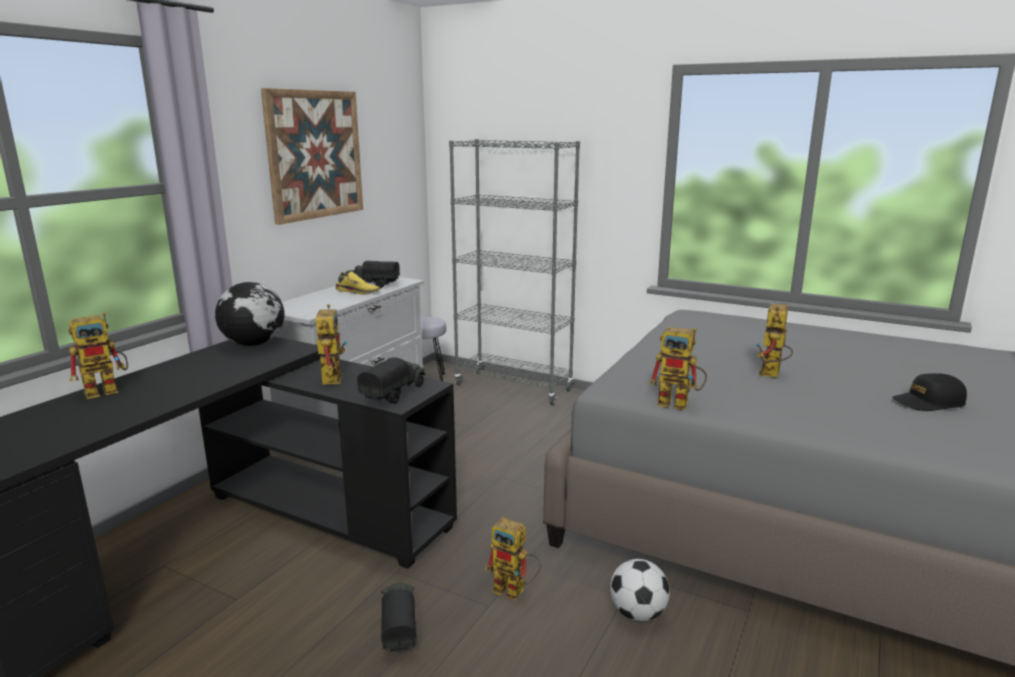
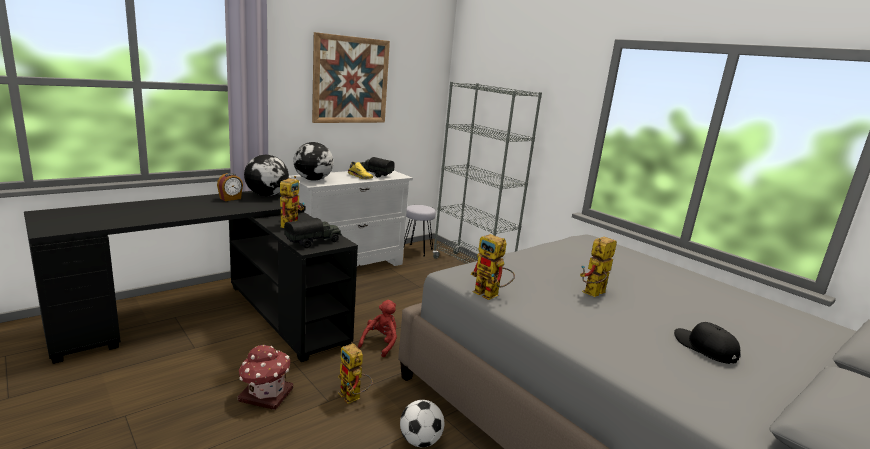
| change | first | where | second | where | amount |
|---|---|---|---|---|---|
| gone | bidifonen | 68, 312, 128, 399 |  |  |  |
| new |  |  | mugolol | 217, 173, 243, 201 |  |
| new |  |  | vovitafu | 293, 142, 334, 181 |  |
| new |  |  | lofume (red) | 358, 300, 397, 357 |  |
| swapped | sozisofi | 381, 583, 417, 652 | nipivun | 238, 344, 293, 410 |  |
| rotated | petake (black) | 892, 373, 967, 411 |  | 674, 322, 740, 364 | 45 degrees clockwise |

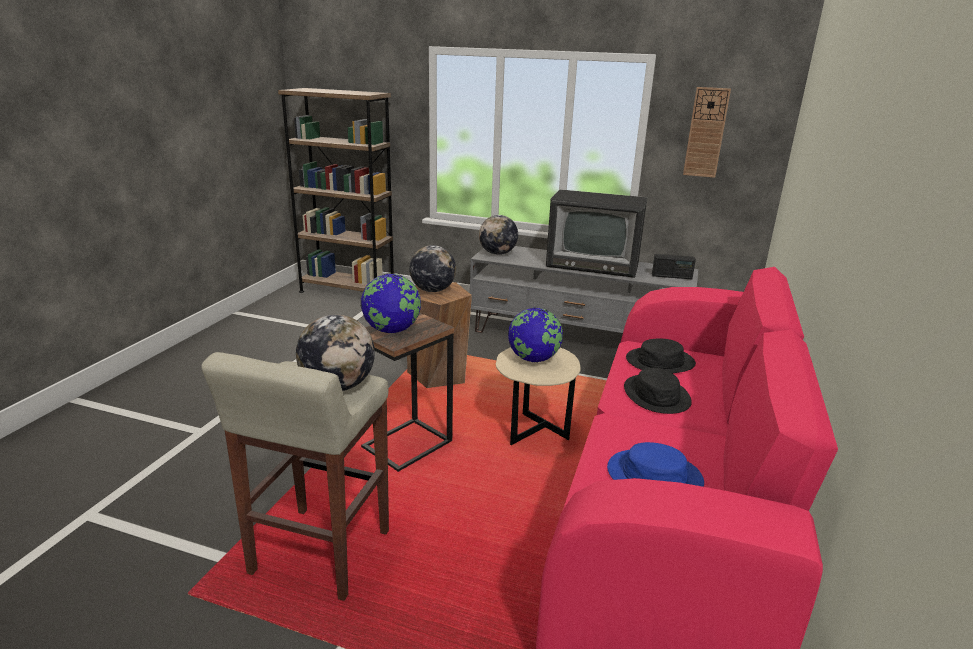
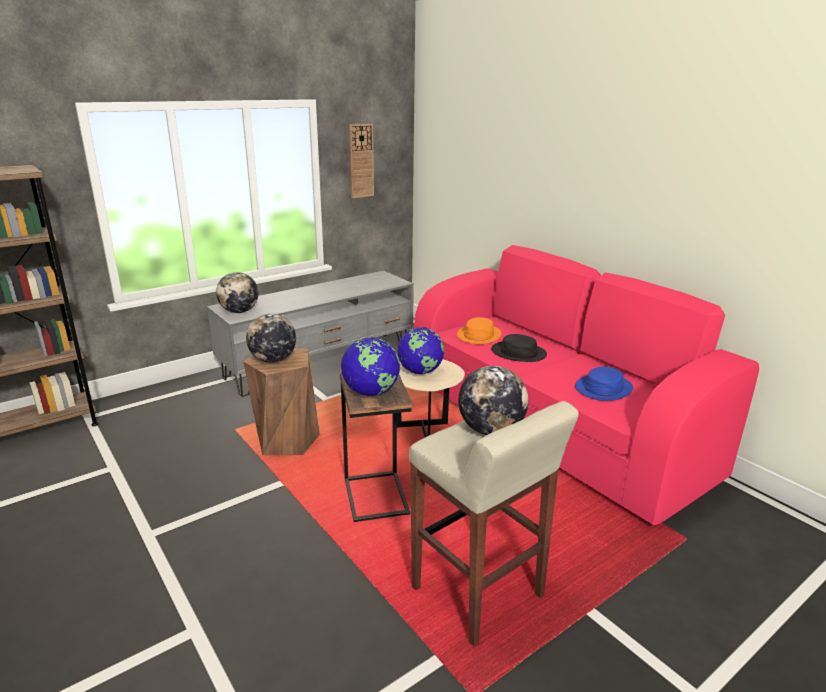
| change | first | where | second | where | amount |
|---|---|---|---|---|---|
| gone | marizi | 546, 189, 648, 278 |  |  |  |
| gone | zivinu | 652, 254, 696, 279 |  |  |  |
| repainted | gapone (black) | 626, 338, 696, 373 | gapone (orange) | 457, 317, 501, 344 |  |

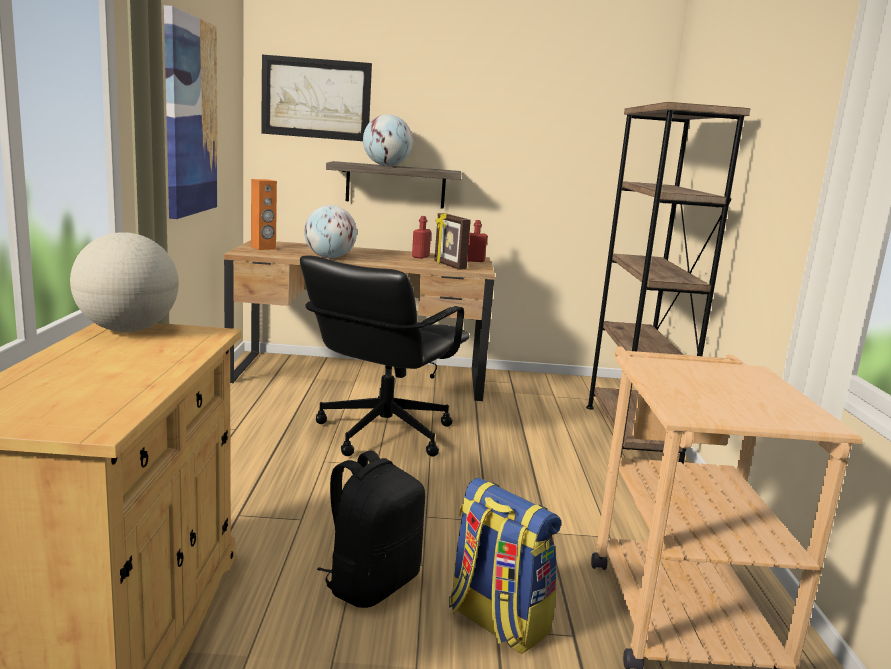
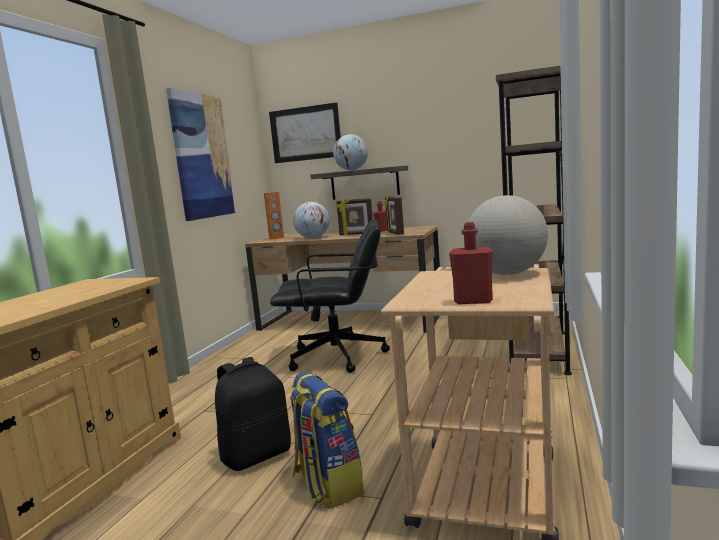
| change | first | where | second | where | amount |
|---|---|---|---|---|---|
| new |  |  | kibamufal | 336, 198, 373, 235 |  |
| shifted | vovitafu | 70, 232, 179, 332 |  | 468, 195, 548, 275 |  |
| shifted | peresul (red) | 467, 220, 488, 262 |  | 449, 222, 493, 304 |  |
| rotated | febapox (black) | 300, 256, 470, 457 |  | 270, 219, 390, 373 | 135 degrees counterclockwise |

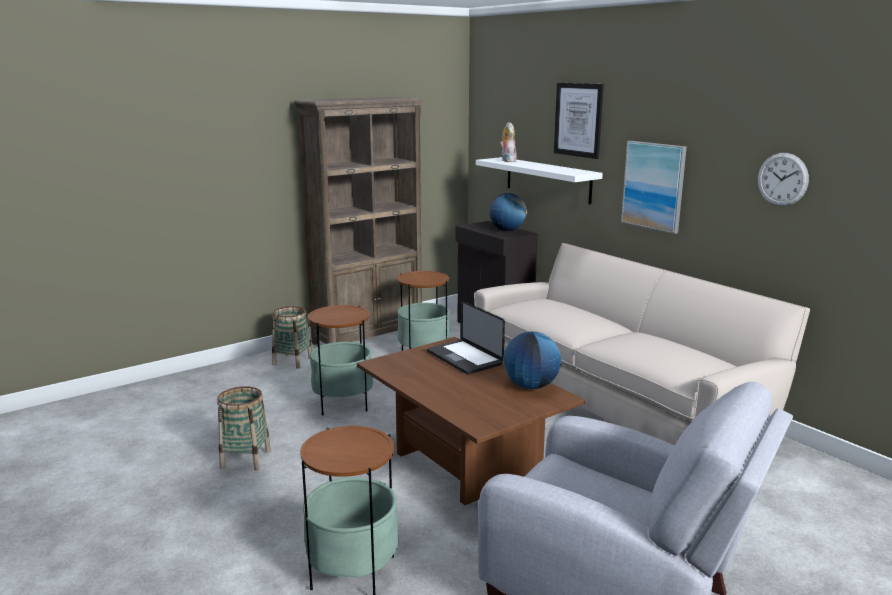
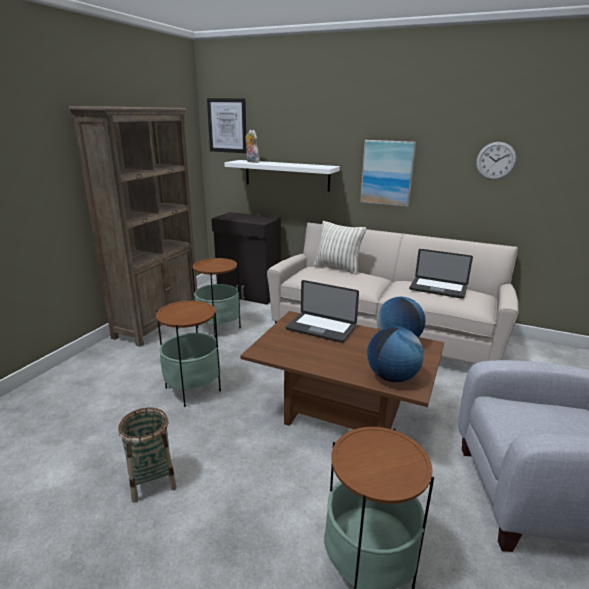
| change | first | where | second | where | amount |
|---|---|---|---|---|---|
| gone | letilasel | 272, 306, 312, 369 |  |  |  |
| new |  |  | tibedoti | 314, 221, 366, 275 |  |
| new |  |  | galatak | 409, 249, 473, 299 |  |
| shifted | vovitafu | 489, 193, 528, 231 |  | 367, 326, 424, 382 |  |
| shifted | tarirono | 554, 83, 604, 159 |  | 207, 98, 246, 153 |  |

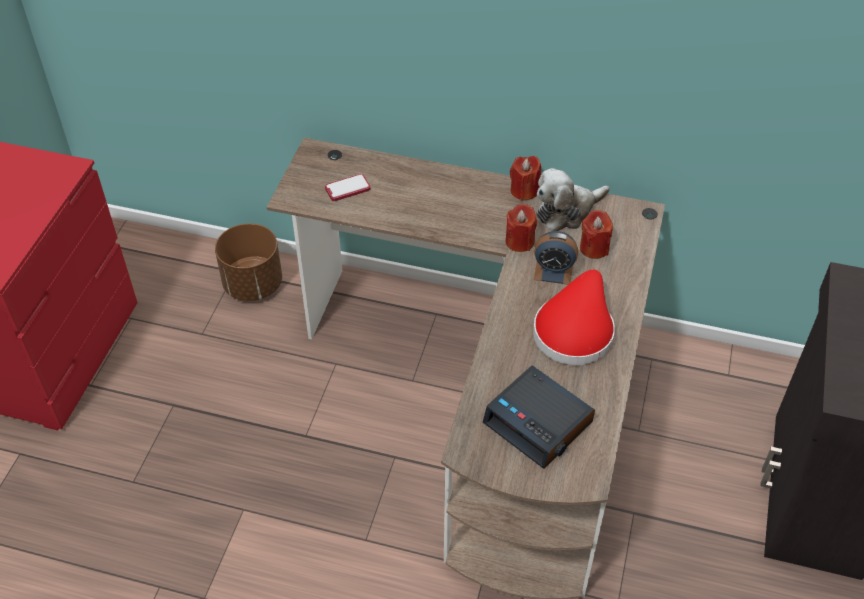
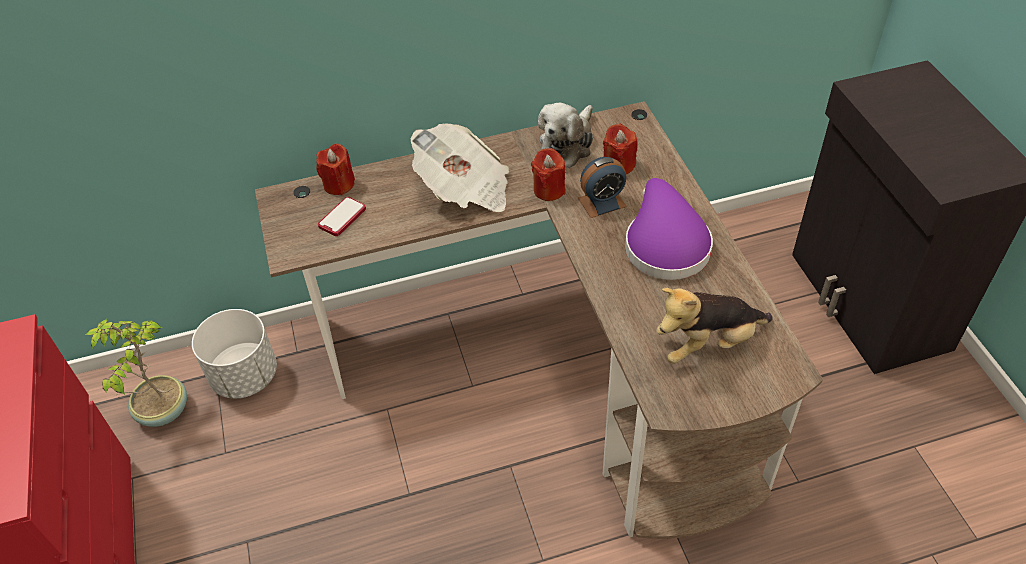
| change | first | where | second | where | amount |
|---|---|---|---|---|---|
| new |  |  | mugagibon | 85, 318, 187, 427 |  |
| new |  |  | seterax | 411, 124, 509, 212 |  |
| shifted | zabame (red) | 510, 156, 541, 201 |  | 316, 144, 355, 195 |  |
| swapped | mugolol | 483, 365, 595, 469 | lofume | 656, 288, 773, 364 |  |
| repainted | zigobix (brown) | 215, 223, 282, 301 | zigobix (white) | 192, 309, 277, 399 |  |
| repainted | gapone (red) | 533, 269, 615, 365 | gapone (purple) | 625, 178, 713, 280 |  |

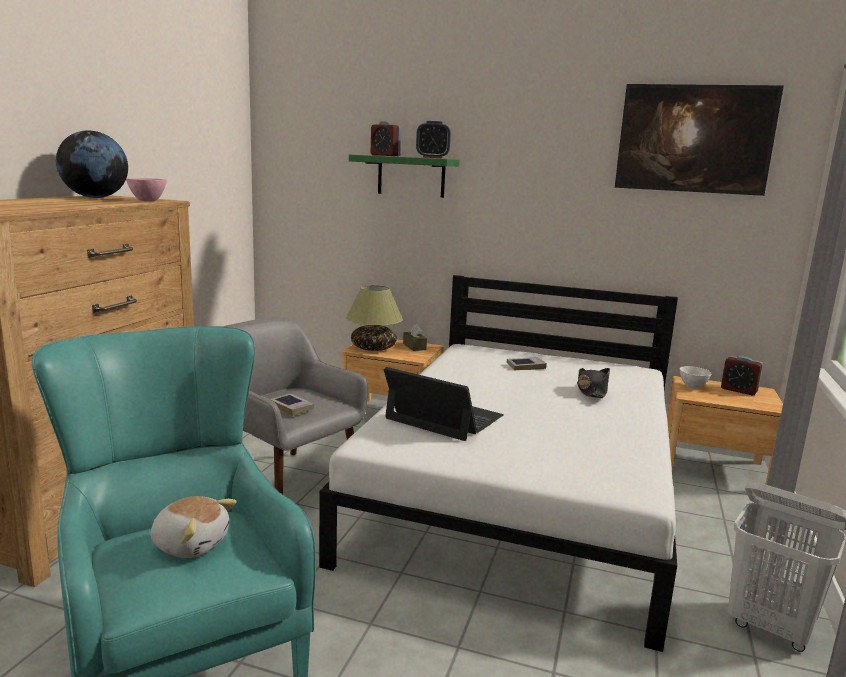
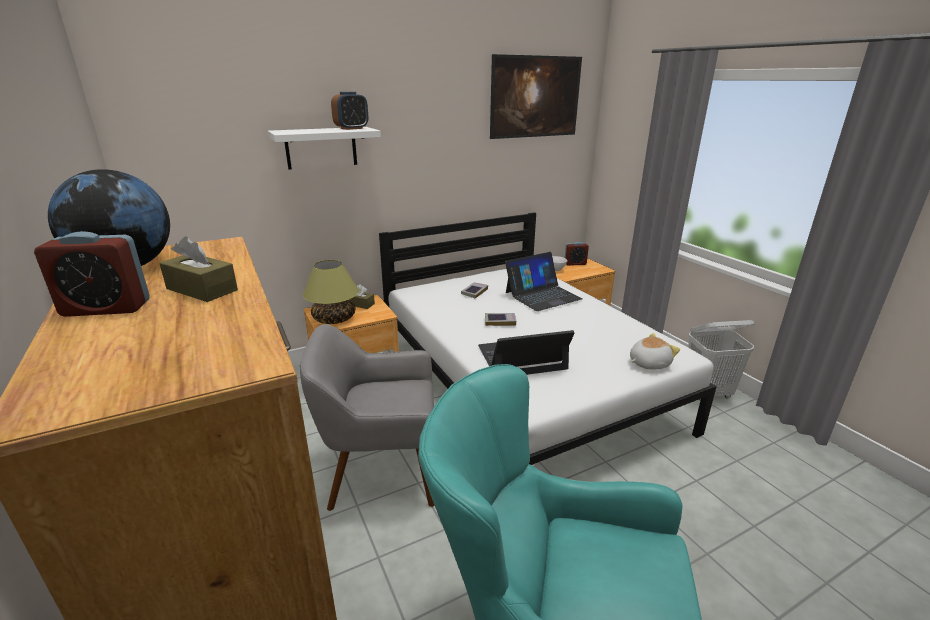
| change | first | where | second | where | amount |
|---|---|---|---|---|---|
| gone | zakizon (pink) | 126, 178, 167, 201 |  |  |  |
| new |  |  | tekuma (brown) | 159, 236, 238, 302 |  |
| shifted | lofume | 151, 496, 237, 558 |  | 630, 333, 680, 369 |  |
| shifted | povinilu | 270, 393, 314, 416 |  | 485, 313, 516, 326 |  |
| shifted | mugolol | 371, 121, 402, 156 |  | 34, 231, 150, 317 |  |
| swapped | gapone (black) | 577, 368, 610, 398 | galatak | 505, 252, 583, 311 |  |
| repainted | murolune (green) | 349, 155, 459, 198 | murolune (white) | 268, 127, 381, 170 |  |

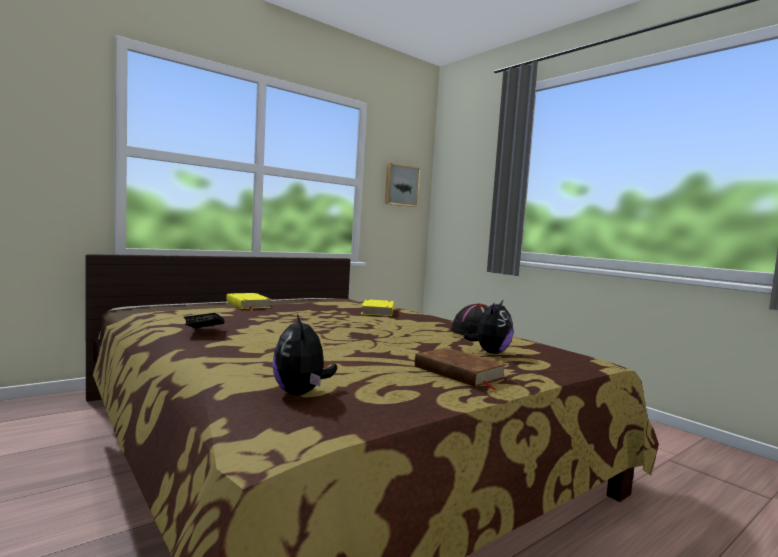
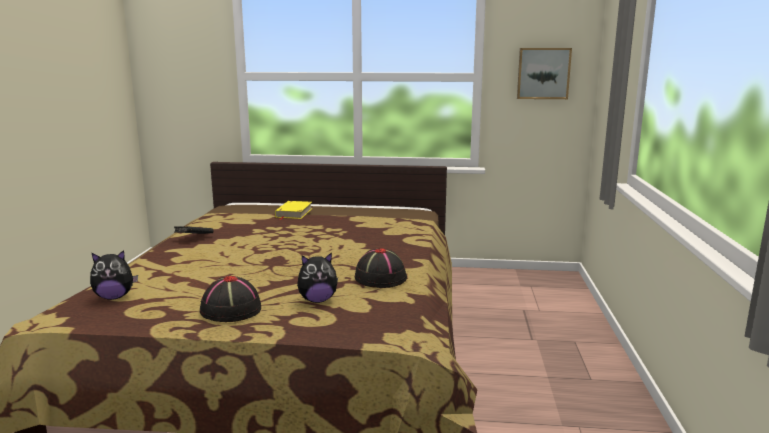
| change | first | where | second | where | amount |
|---|---|---|---|---|---|
| gone | povinilu (yellow) | 361, 299, 394, 316 |  |  |  |
| swapped | povinilu (brown) | 415, 348, 507, 389 | gapone (black) | 200, 276, 261, 322 |  |
| rotated | lofume | 272, 314, 337, 395 |  | 90, 250, 138, 300 | 135 degrees counterclockwise |

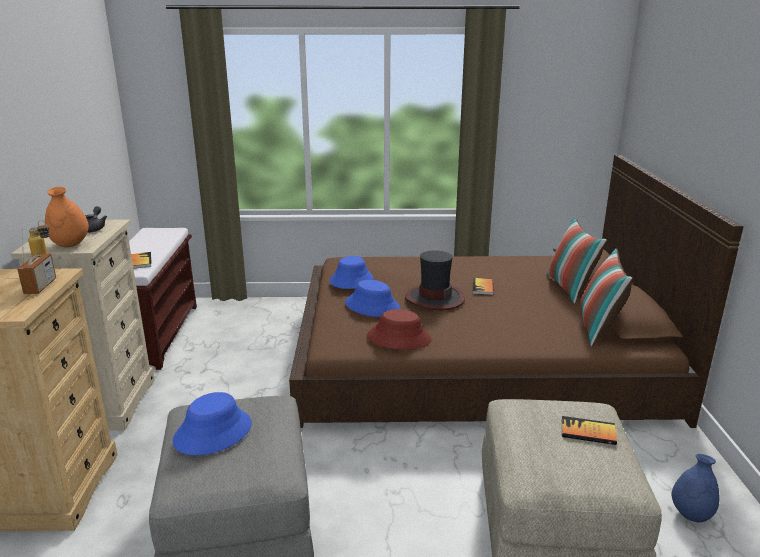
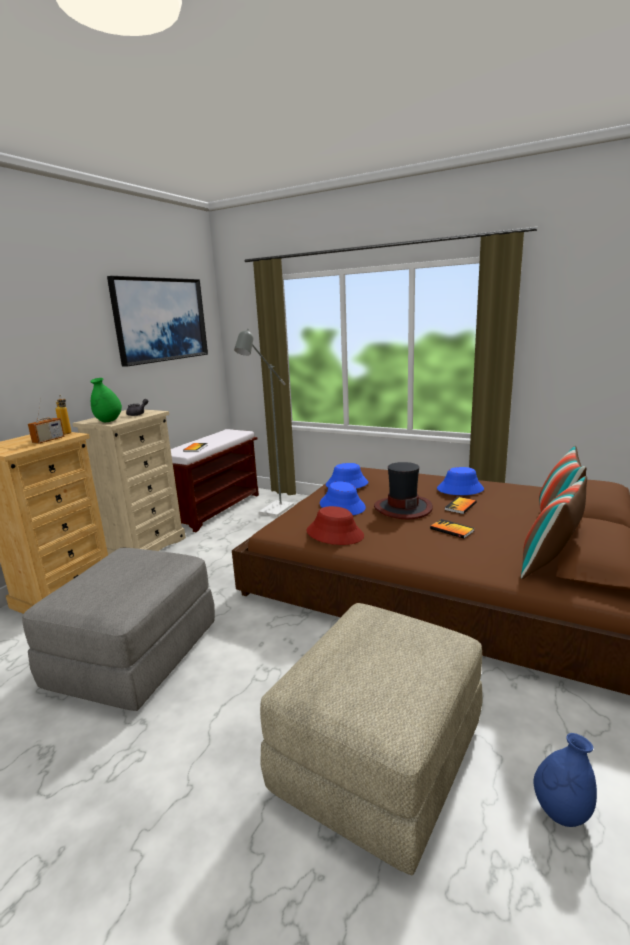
| change | first | where | second | where | amount |
|---|---|---|---|---|---|
| new |  |  | tarirono | 107, 276, 208, 367 |  |
| new |  |  | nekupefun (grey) | 234, 329, 294, 517 |  |
| shifted | gapone (blue) | 173, 392, 252, 455 |  | 437, 467, 484, 495 |  |
| shifted | povinilu | 562, 416, 617, 445 |  | 430, 519, 474, 538 |  |
| repainted | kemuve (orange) | 45, 187, 89, 247 | kemuve (green) | 90, 378, 122, 422 |  |

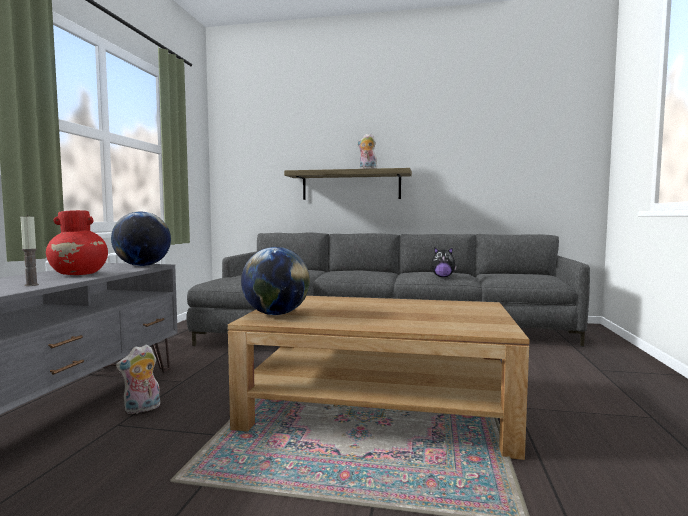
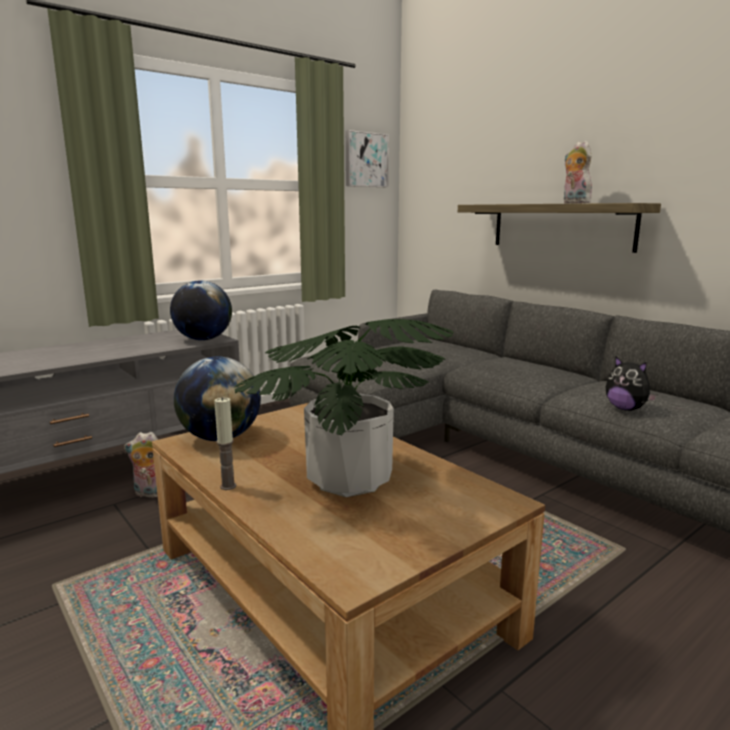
| change | first | where | second | where | amount |
|---|---|---|---|---|---|
| gone | kemuve (red) | 46, 210, 108, 275 |  |  |  |
| new |  |  | mugagibon | 234, 319, 454, 497 |  |
| new |  |  | tarirono | 346, 130, 389, 187 |  |
| shifted | zabame | 21, 214, 39, 286 |  | 214, 397, 236, 490 |  |

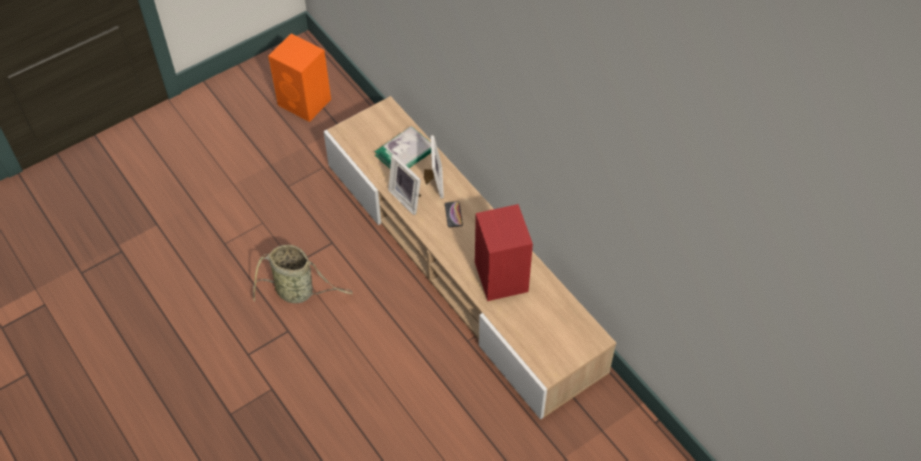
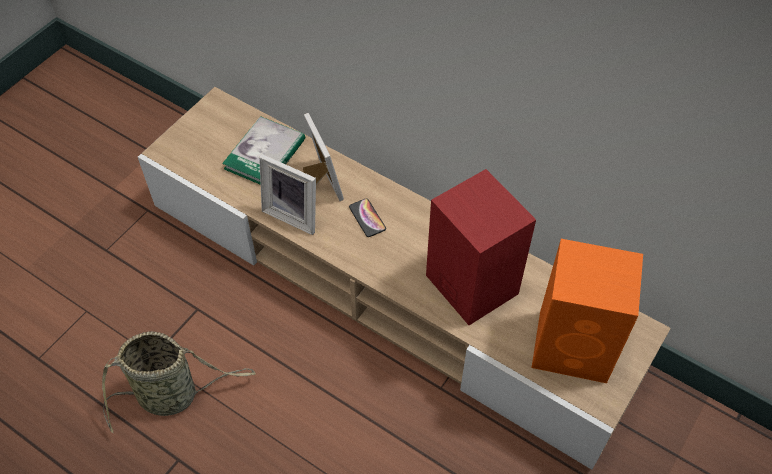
| change | first | where | second | where | amount |
|---|---|---|---|---|---|
| shifted | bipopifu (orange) | 268, 33, 331, 122 |  | 532, 239, 643, 383 |  |

